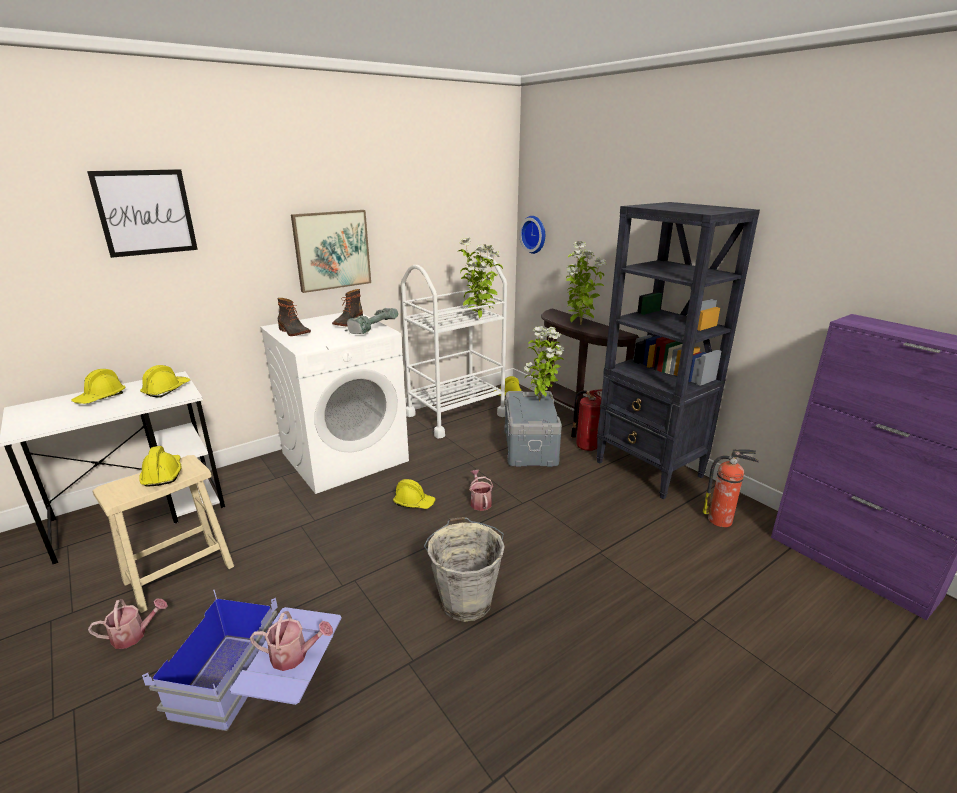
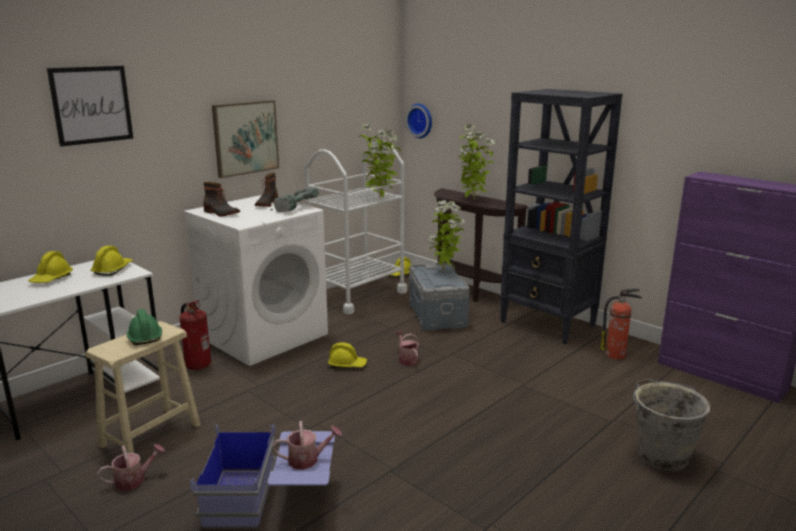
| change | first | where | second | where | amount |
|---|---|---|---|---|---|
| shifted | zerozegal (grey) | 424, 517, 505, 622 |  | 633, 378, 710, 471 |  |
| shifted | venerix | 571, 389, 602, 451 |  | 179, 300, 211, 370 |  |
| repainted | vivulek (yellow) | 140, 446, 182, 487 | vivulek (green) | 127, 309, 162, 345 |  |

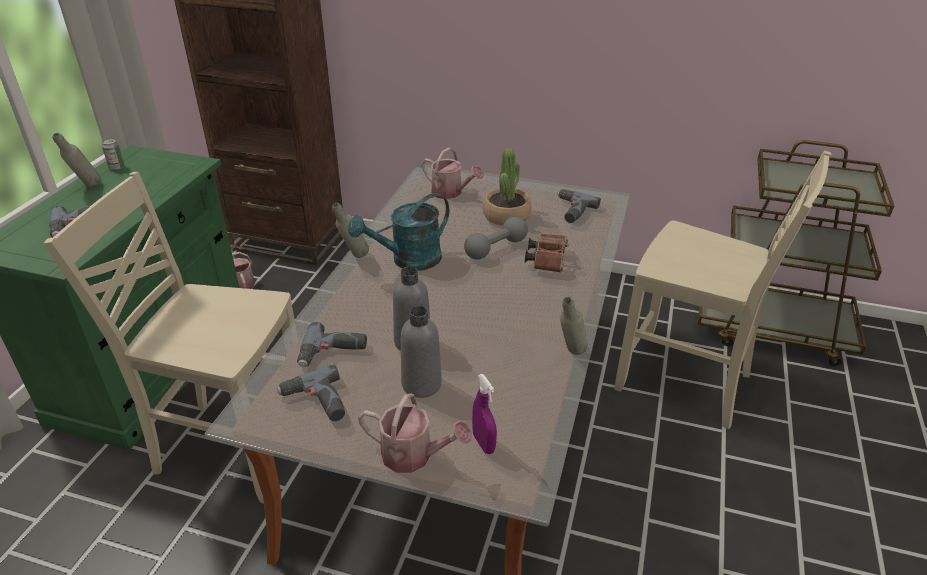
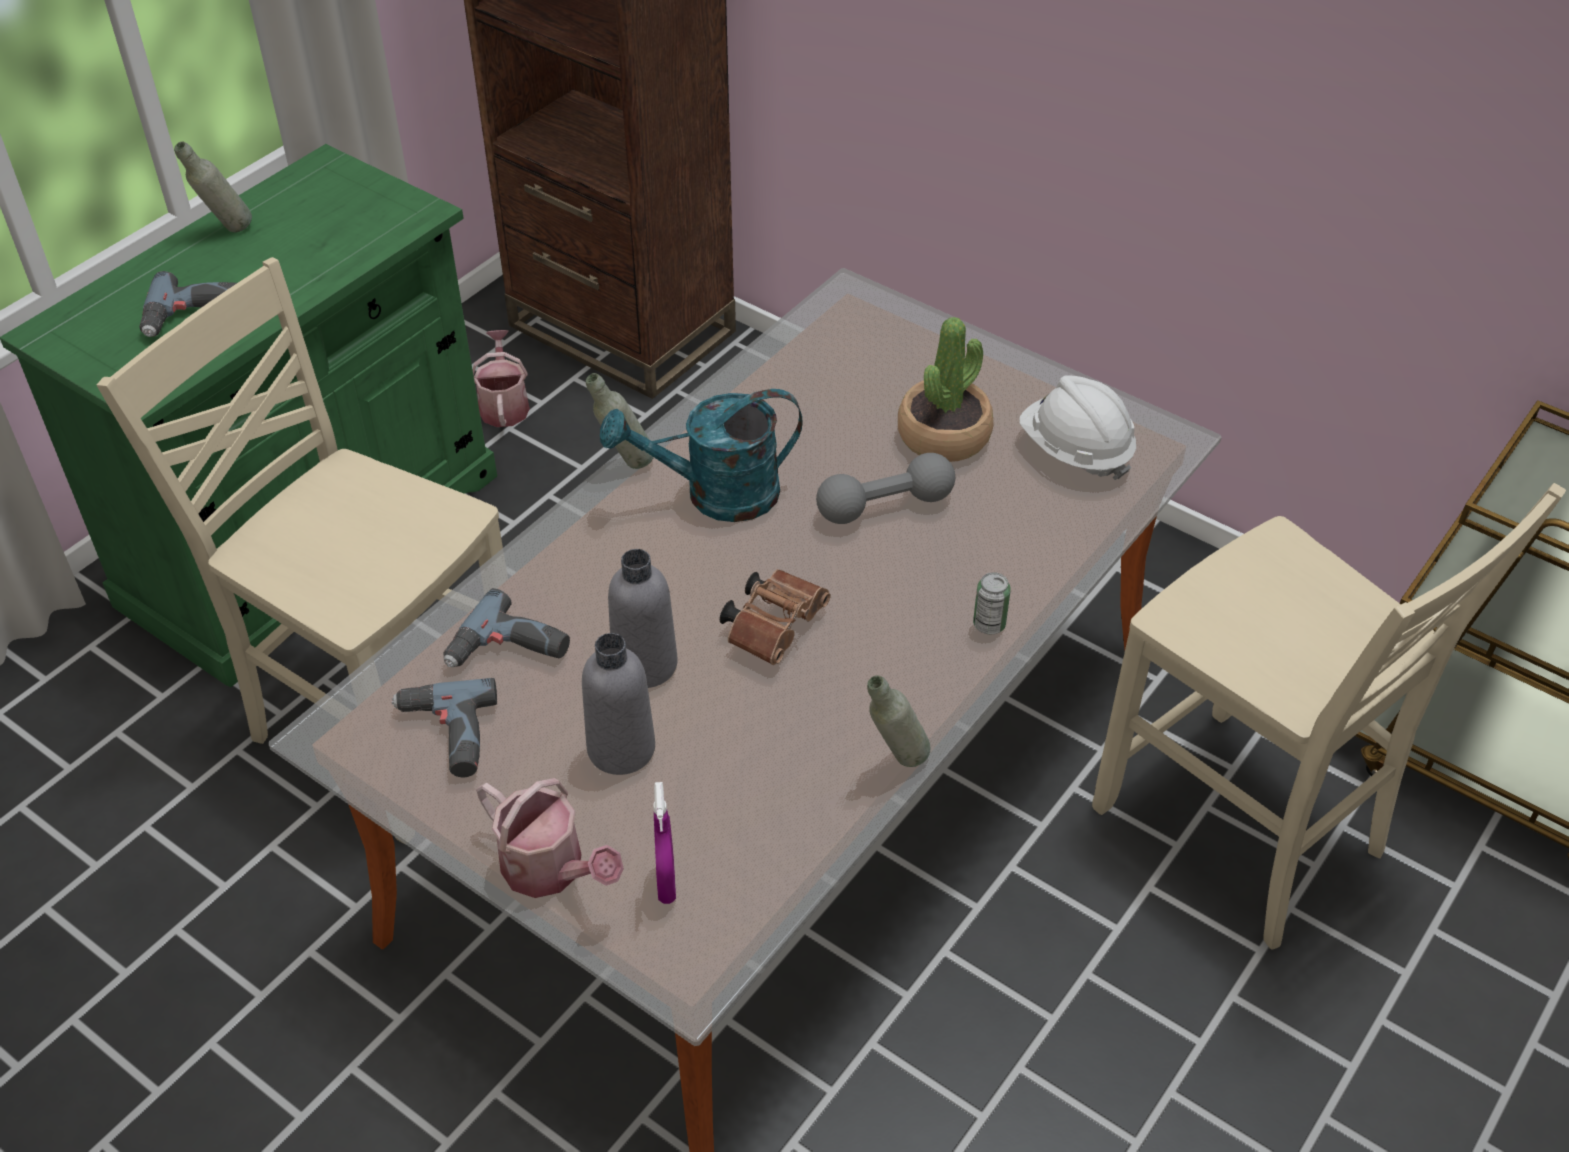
| change | first | where | second | where | amount |
|---|---|---|---|---|---|
| gone | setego | 422, 147, 484, 199 |  |  |  |
| shifted | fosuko | 102, 139, 124, 170 |  | 973, 572, 1011, 634 |  |
| shifted | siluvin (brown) | 525, 234, 569, 273 |  | 720, 569, 831, 665 |  |
| swapped | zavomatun | 557, 189, 601, 223 | vivulek (white) | 1019, 375, 1136, 480 |  |

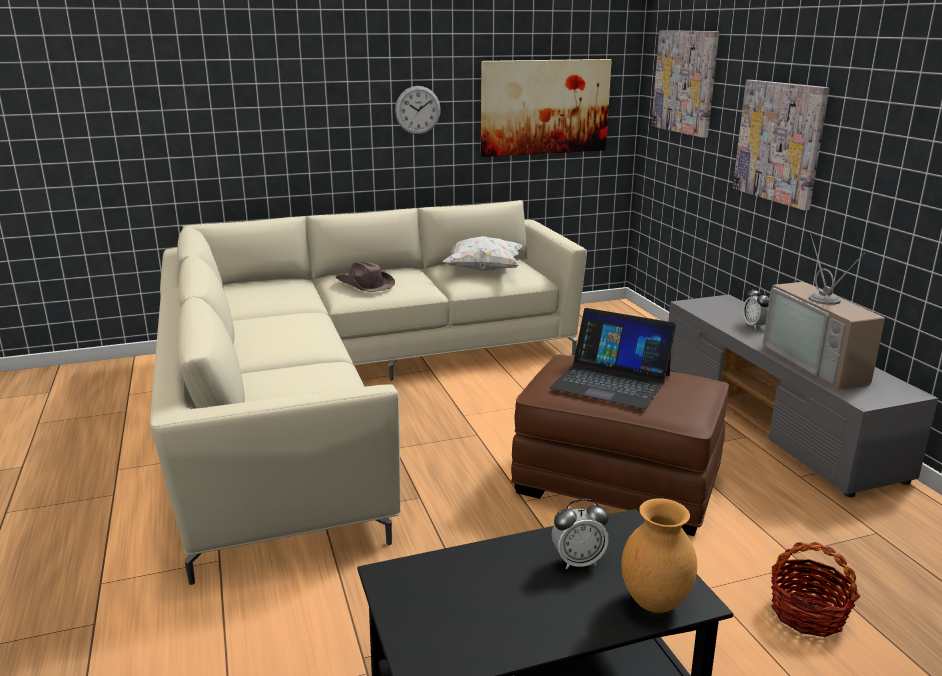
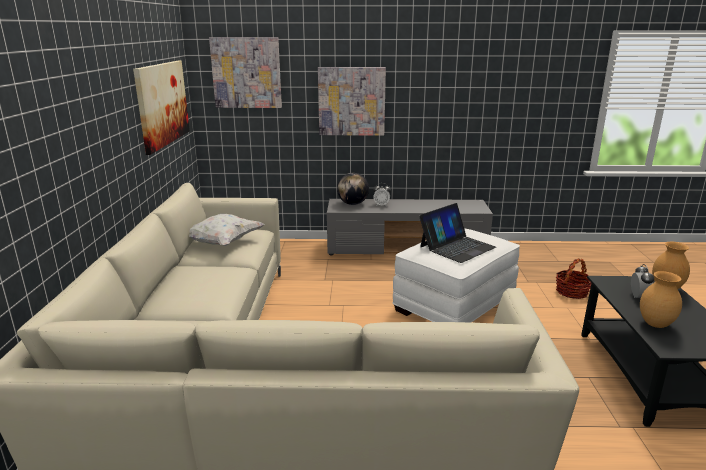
| change | first | where | second | where | amount |
|---|---|---|---|---|---|
| gone | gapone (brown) | 336, 261, 395, 292 |  |  |  |
| gone | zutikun | 395, 86, 441, 134 |  |  |  |
| gone | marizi | 763, 234, 885, 390 |  |  |  |
| new |  |  | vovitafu | 337, 173, 369, 205 |  |
| new |  |  | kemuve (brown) | 640, 271, 682, 328 |  |
| repainted | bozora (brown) | 511, 355, 729, 536 | bozora (white) | 392, 228, 520, 323 |  |

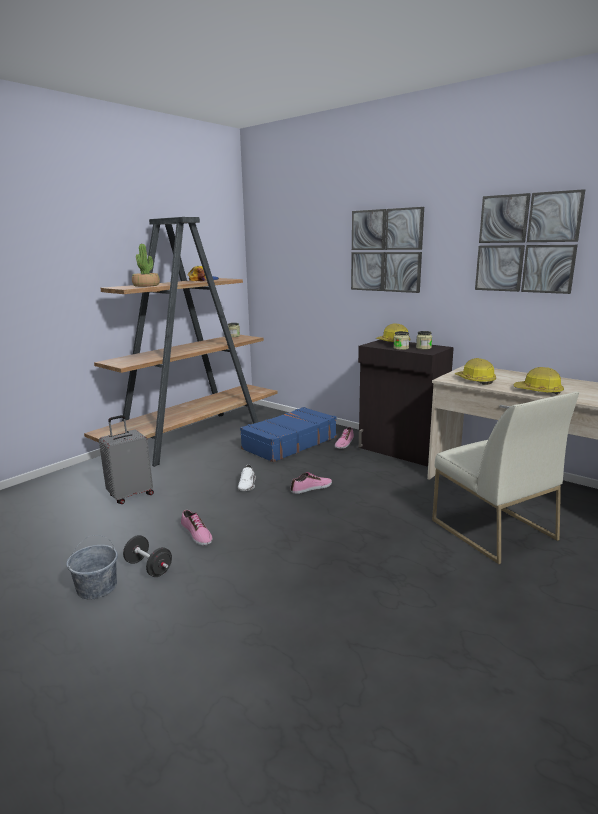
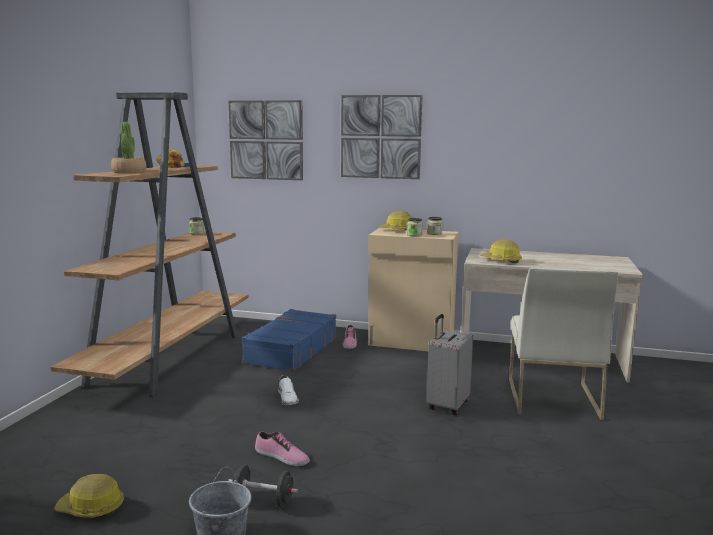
| change | first | where | second | where | amount |
|---|---|---|---|---|---|
| gone | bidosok | 291, 472, 332, 494 |  |  |  |
| shifted | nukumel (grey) | 99, 415, 154, 504 |  | 426, 314, 473, 415 |  |
| shifted | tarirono | 475, 189, 585, 294 |  | 228, 100, 303, 180 |  |
| shifted | vivulek | 514, 367, 564, 395 |  | 54, 474, 124, 518 |  |
| repainted | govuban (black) | 358, 340, 454, 466 | govuban (beige) | 368, 228, 459, 351 |  |
| rotated | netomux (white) | 432, 392, 579, 564 |  | 509, 268, 618, 420 | 60 degrees clockwise |

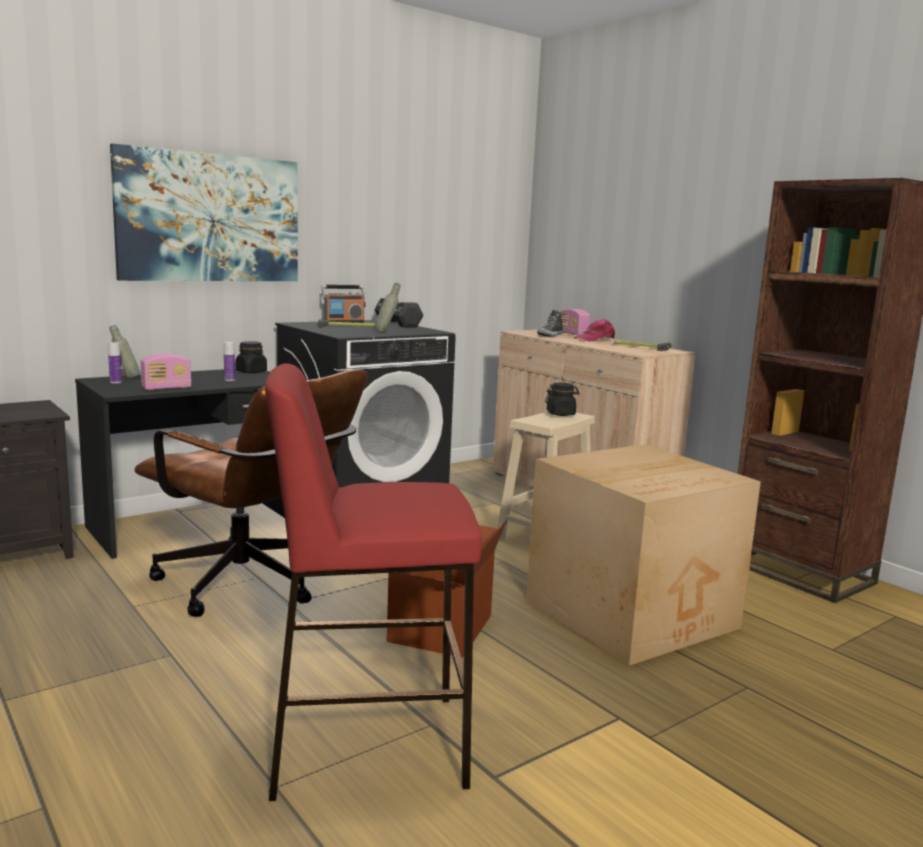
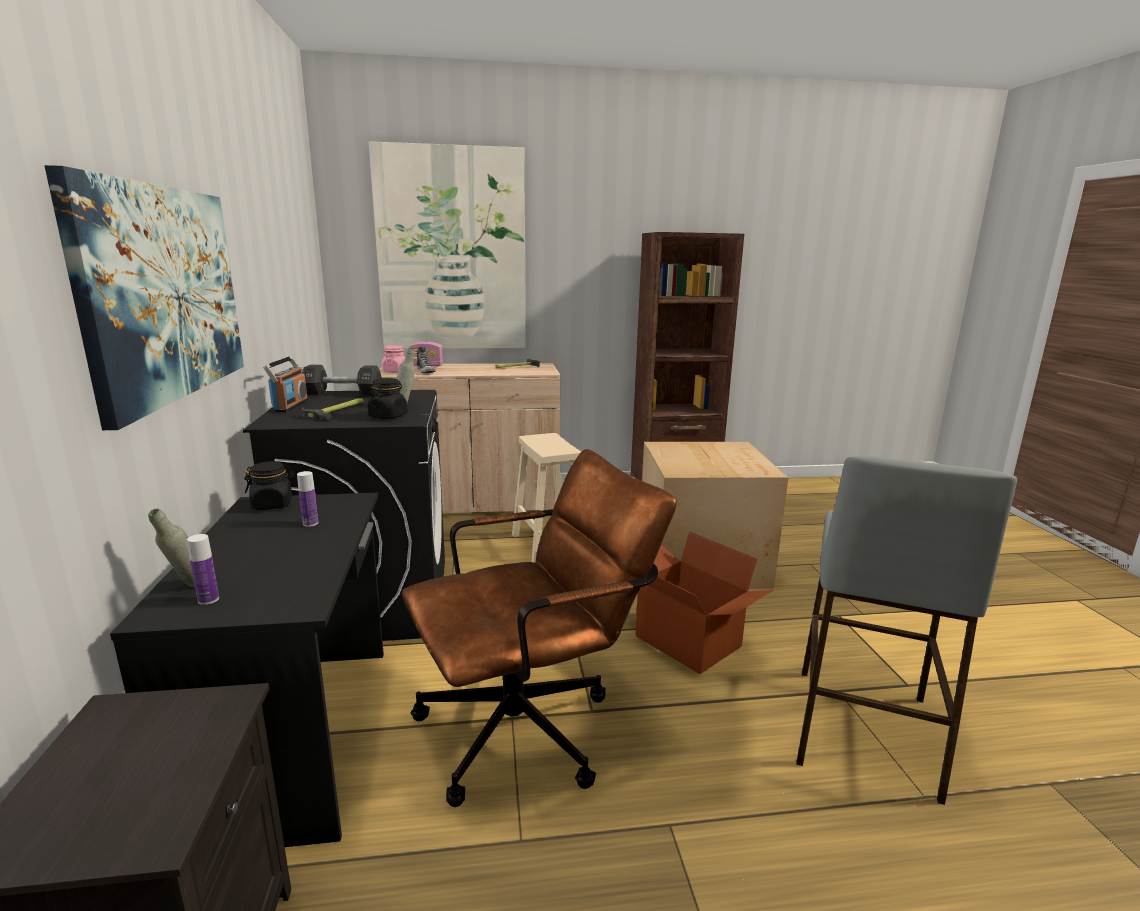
| change | first | where | second | where | amount |
|---|---|---|---|---|---|
| gone | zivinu | 141, 354, 192, 390 |  |  |  |
| gone | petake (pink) | 574, 319, 615, 341 |  |  |  |
| new |  |  | tarirono | 369, 141, 526, 349 |  |
| new |  |  | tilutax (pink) | 382, 346, 405, 373 |  |
| shifted | tilutax (black) | 545, 383, 580, 416 |  | 367, 378, 407, 419 |  |
| repainted | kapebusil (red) | 265, 363, 482, 801 | kapebusil (grey) | 796, 456, 1017, 805 |  |

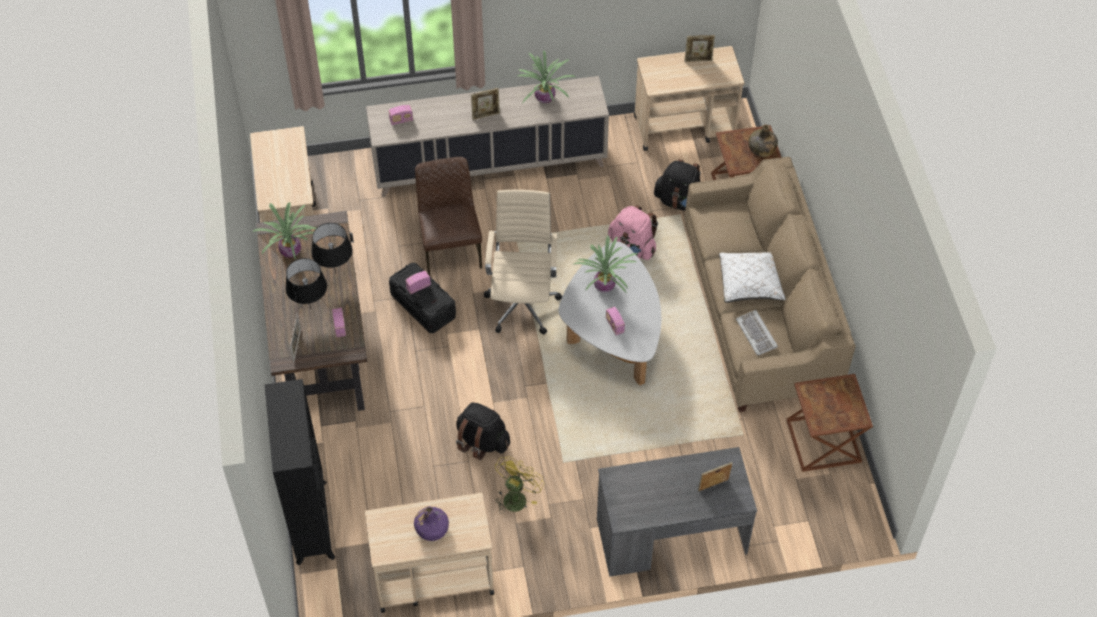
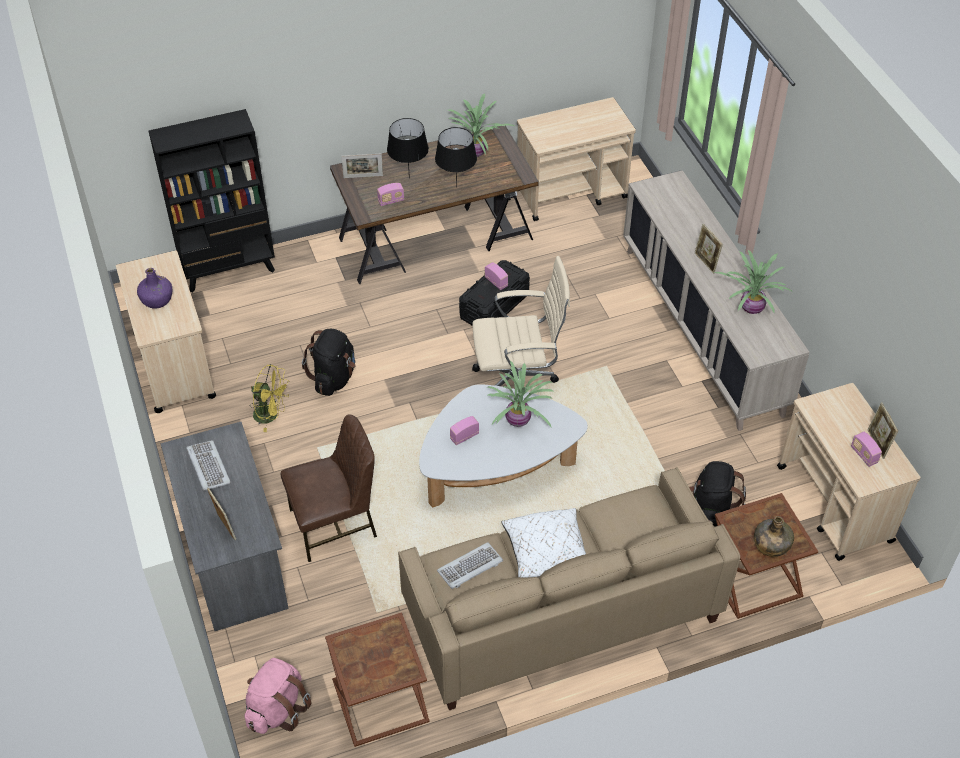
| change | first | where | second | where | amount |
|---|---|---|---|---|---|
| new |  |  | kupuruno | 186, 440, 231, 491 |  |
| shifted | zivinu | 388, 105, 413, 125 |  | 851, 432, 882, 467 |  |
| shifted | netomux (brown) | 415, 157, 482, 276 |  | 281, 414, 377, 562 |  |
| shifted | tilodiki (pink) | 608, 205, 658, 260 |  | 244, 658, 312, 734 |  |

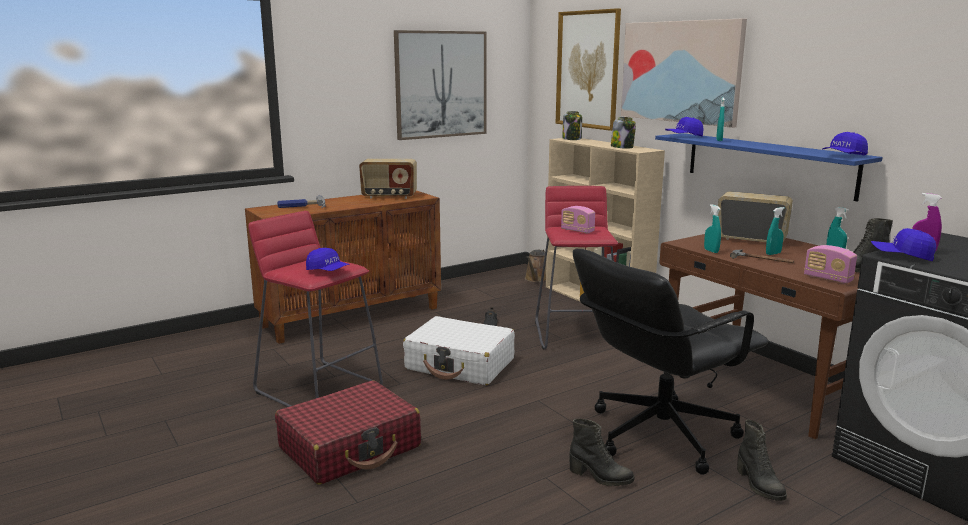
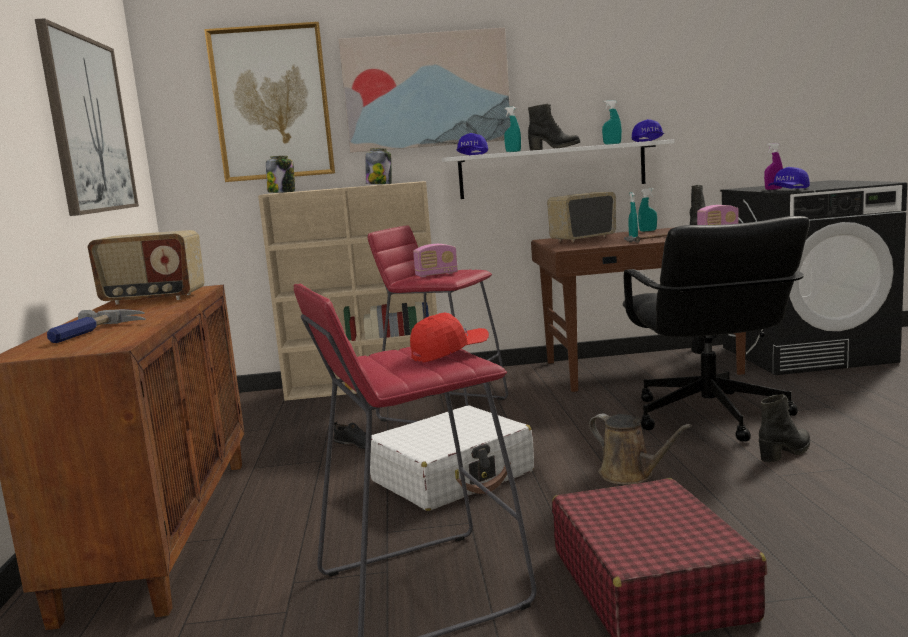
| change | first | where | second | where | amount |
|---|---|---|---|---|---|
| shifted | setego (brown) | 525, 249, 546, 282 |  | 589, 414, 692, 485 |  |
| shifted | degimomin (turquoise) | 704, 204, 721, 253 |  | 602, 100, 622, 144 |  |
| shifted | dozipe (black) | 737, 420, 787, 501 |  | 528, 104, 580, 150 |  |
| repainted | petake (blue) | 306, 248, 350, 271 | petake (red) | 410, 313, 489, 363 |  |
| repainted | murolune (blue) | 655, 133, 883, 202 | murolune (white) | 442, 139, 674, 199 |  |
| rotated | zivinu | 359, 159, 417, 199 |  | 88, 230, 204, 305 | 60 degrees clockwise |

